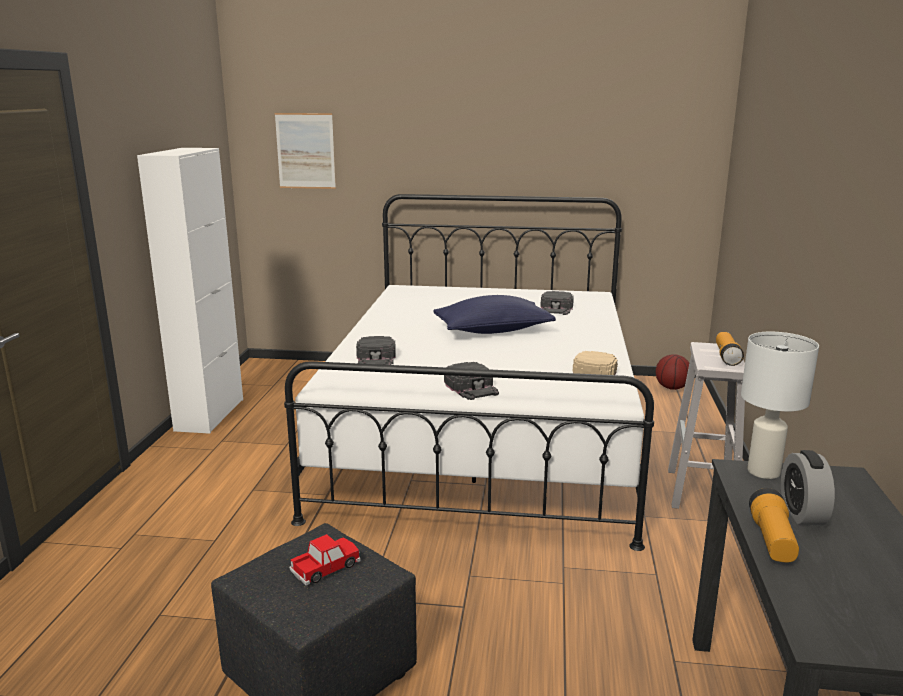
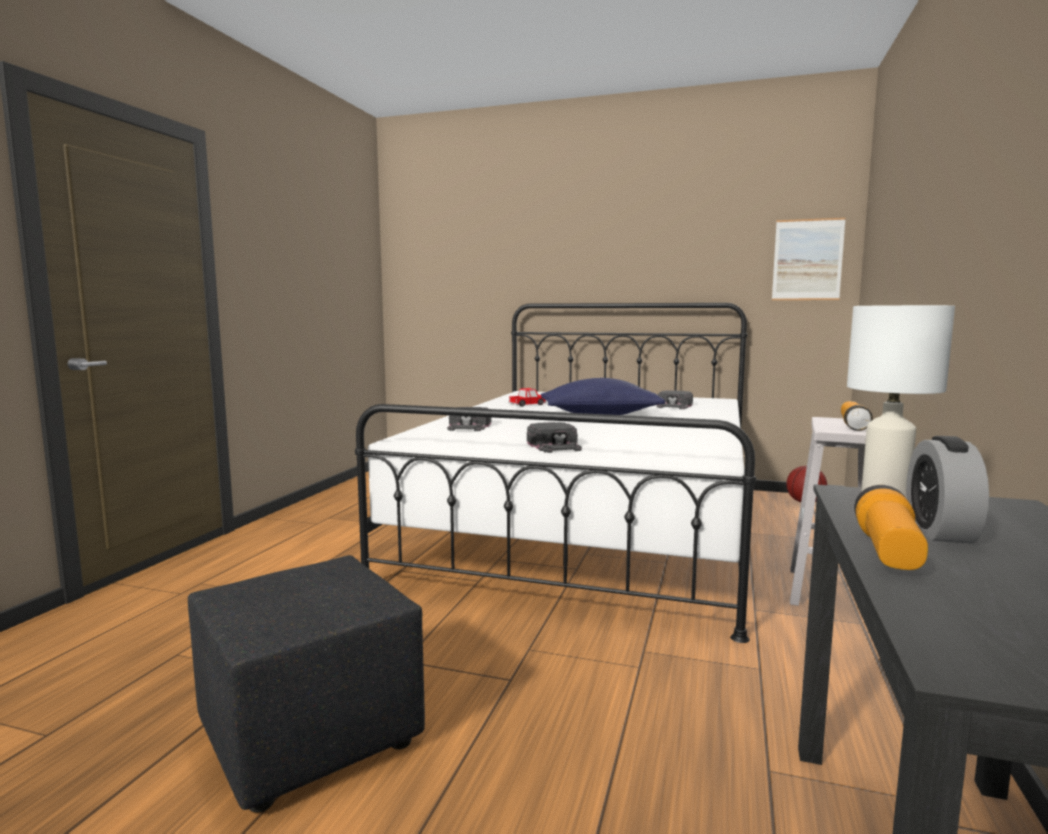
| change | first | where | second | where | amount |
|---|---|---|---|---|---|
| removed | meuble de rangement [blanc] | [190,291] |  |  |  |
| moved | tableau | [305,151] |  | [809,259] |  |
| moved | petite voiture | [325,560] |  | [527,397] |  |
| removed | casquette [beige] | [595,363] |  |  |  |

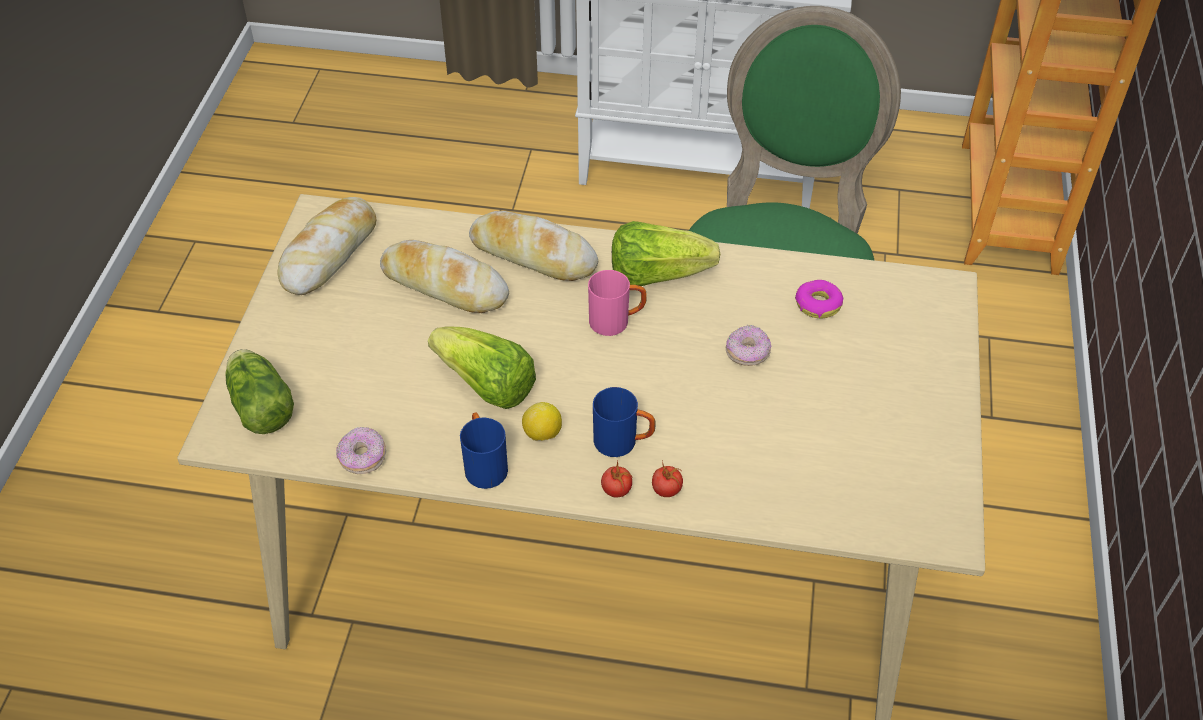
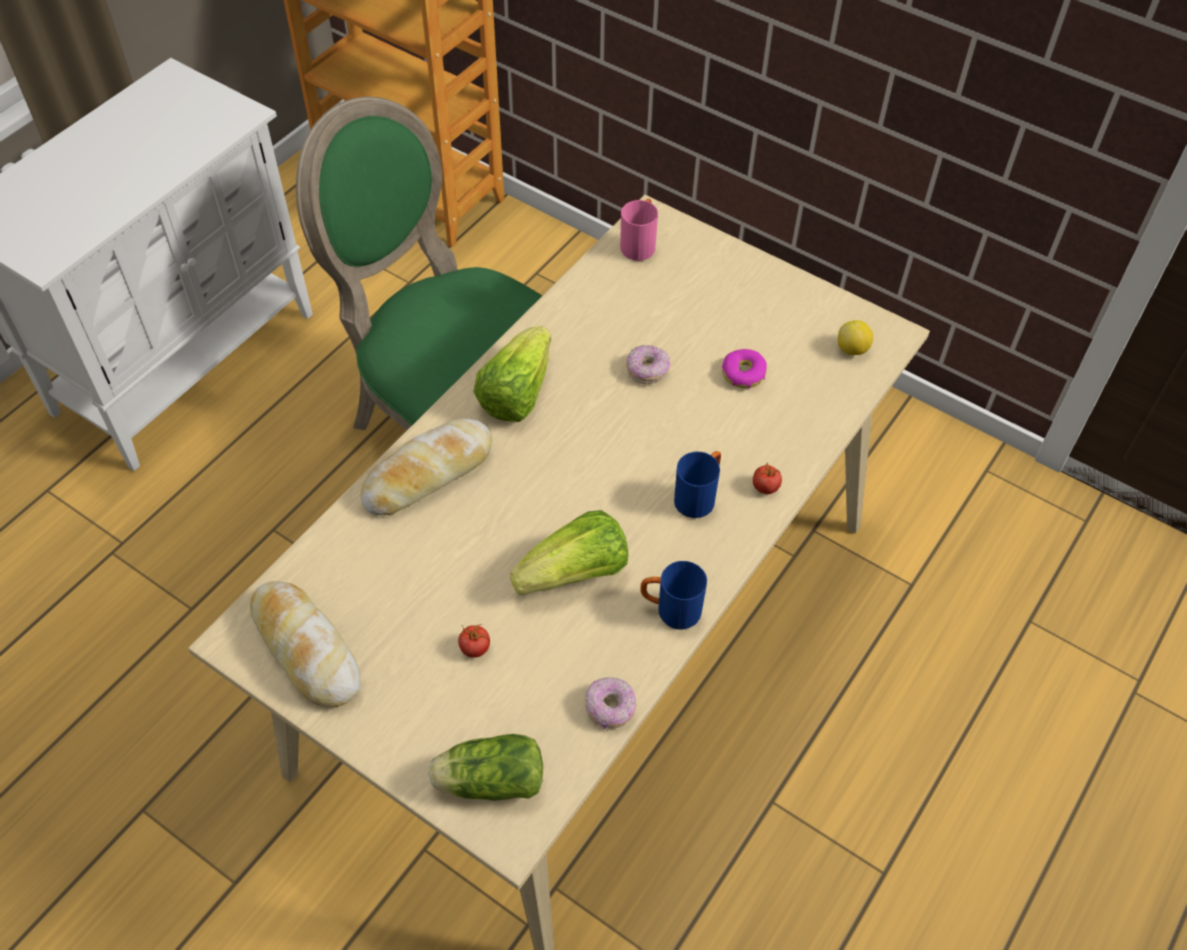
| change | first | where | second | where | amount |
|---|---|---|---|---|---|
| removed | pain | [444,276] |  |  |  |
| moved | citron | [542,421] |  | [855,337] |  |
| moved | mug [rose] | [617,303] |  | [639,230] |  |
| moved | tomate | [616,479] |  | [474,641] |  |
| moved | beignet | [819,299] |  | [744,369] |  |

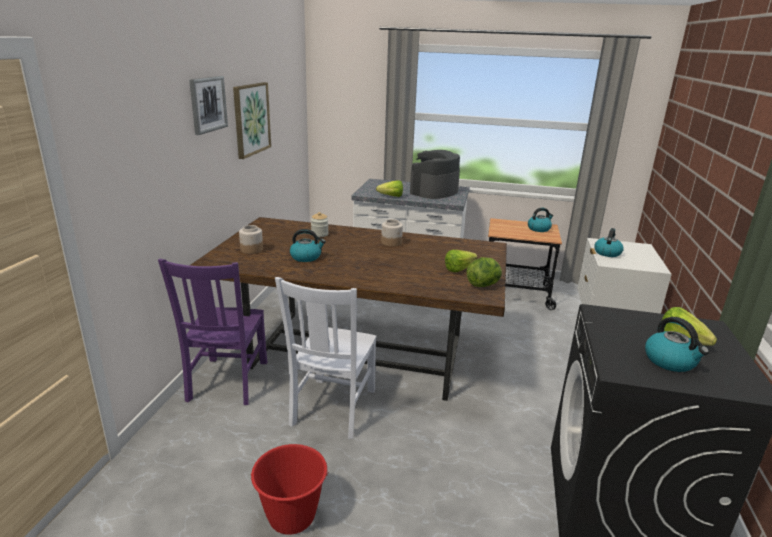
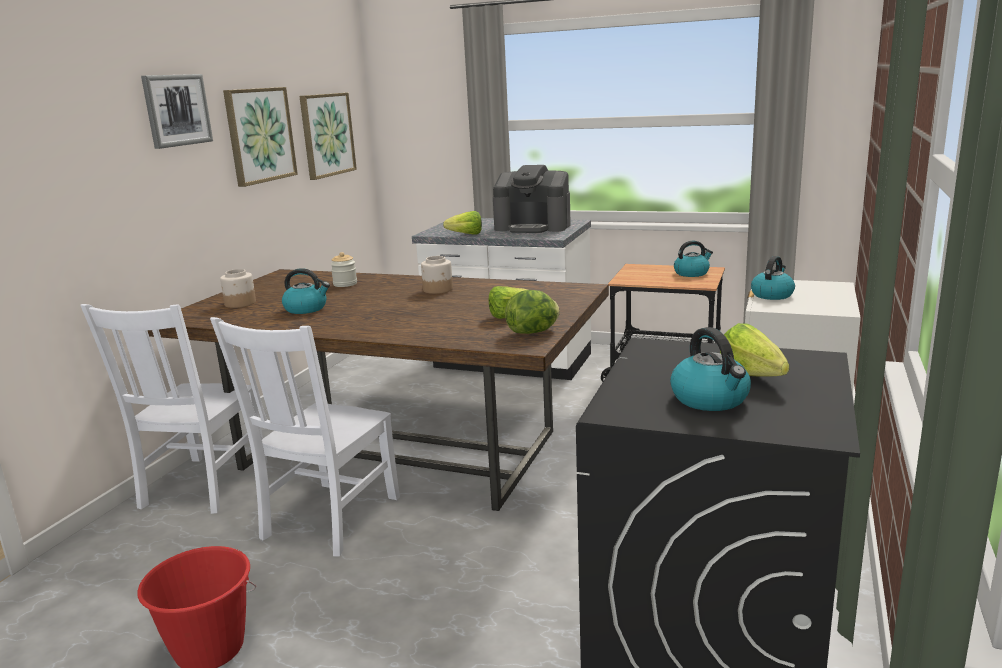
| change | first | where | second | where | amount |
|---|---|---|---|---|---|
| recoloured | chaise [violet] | [212,332] | chaise [blanc] | [173,409] |  |
| turned | machine à café | [435,174] |  | [532,199] | 120 degrees counterclockwise |
| added |  |  | tableau | [328,136] |  |

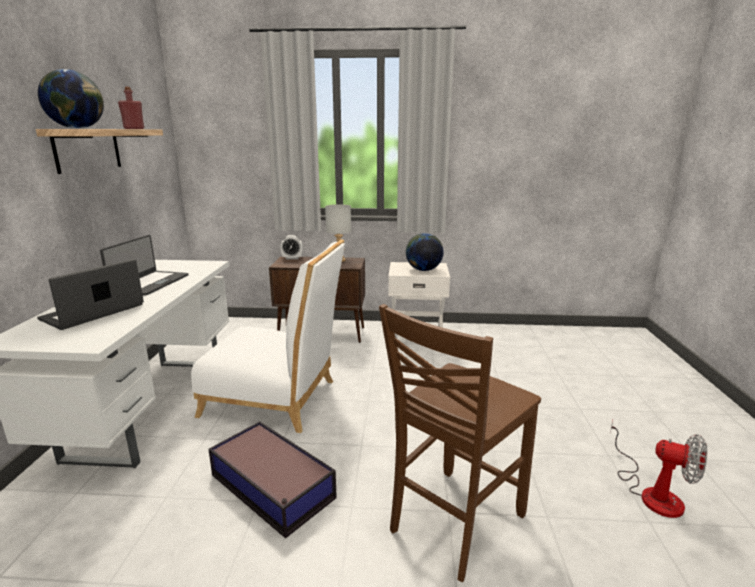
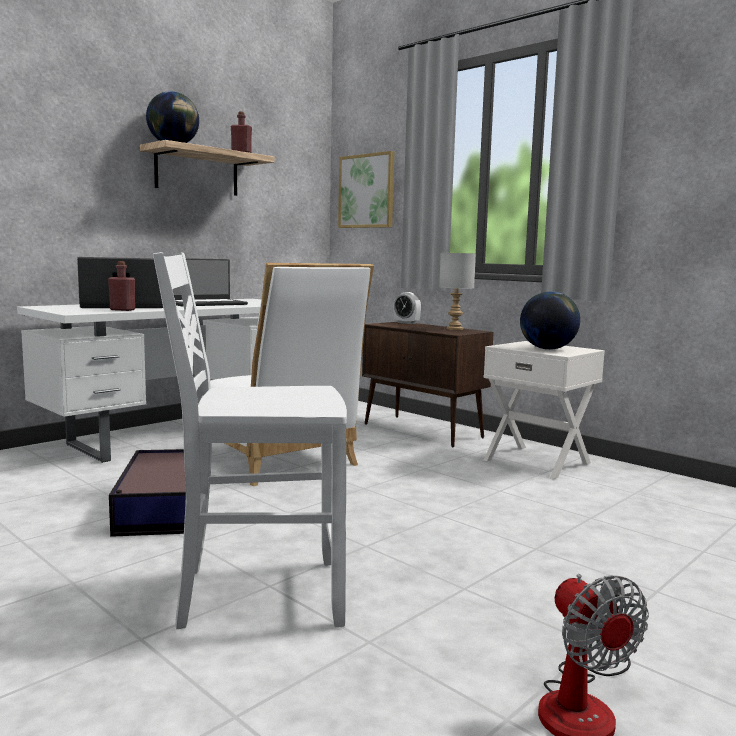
| change | first | where | second | where | amount |
|---|---|---|---|---|---|
| recoloured | chaise [marron] | [460,443] | chaise [blanc] | [250,440] |  |
| added |  |  | bouteille [rouge] | [121,286] |  |
| added |  |  | tableau | [366,189] |  |

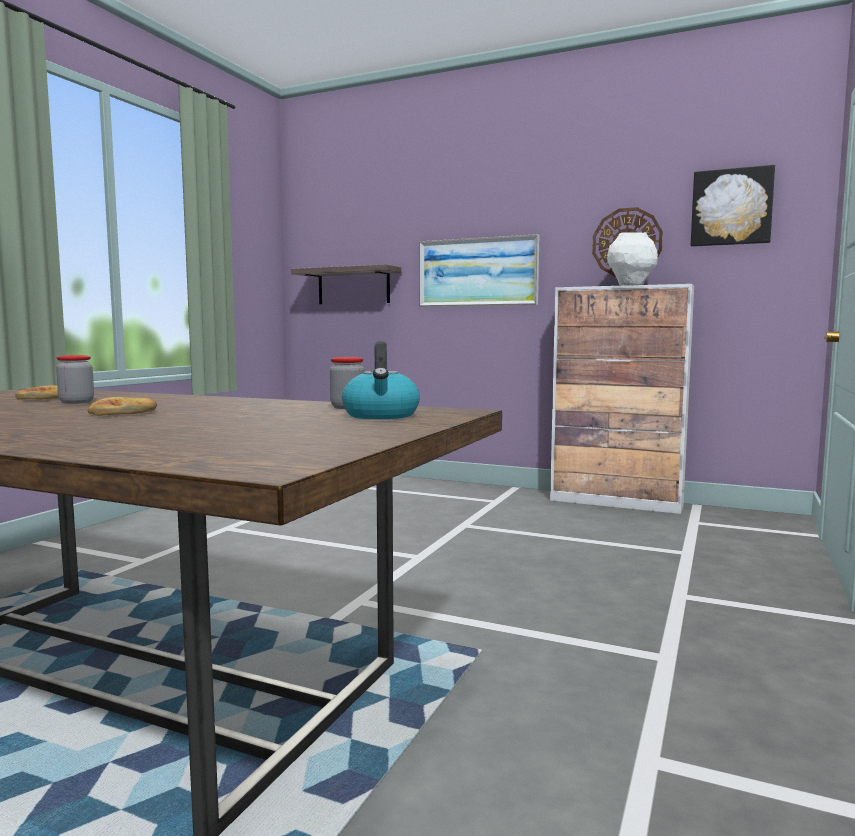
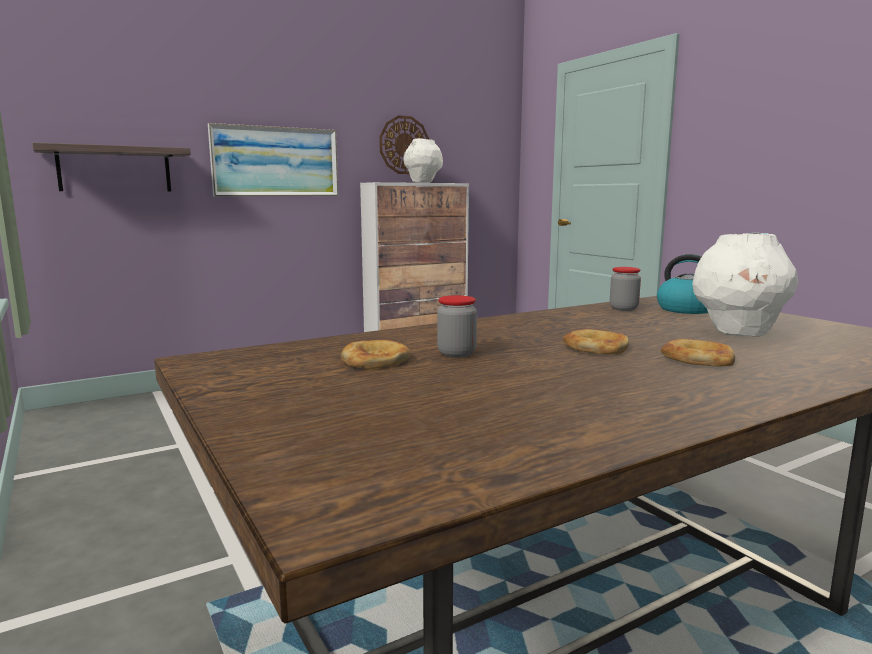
| change | first | where | second | where | amount |
|---|---|---|---|---|---|
| removed | tableau | [733,206] |  |  |  |
| added |  |  | pain | [698,352] |  |
| added |  |  | vase [blanc] | [745,285] |  |

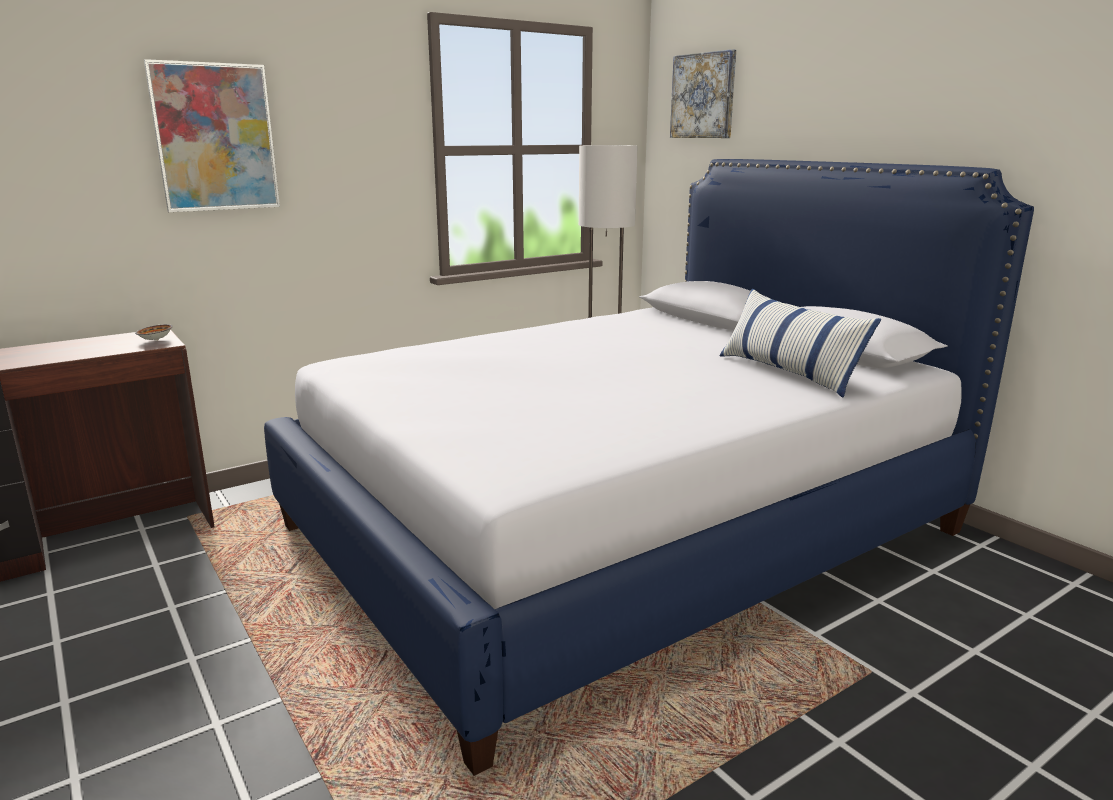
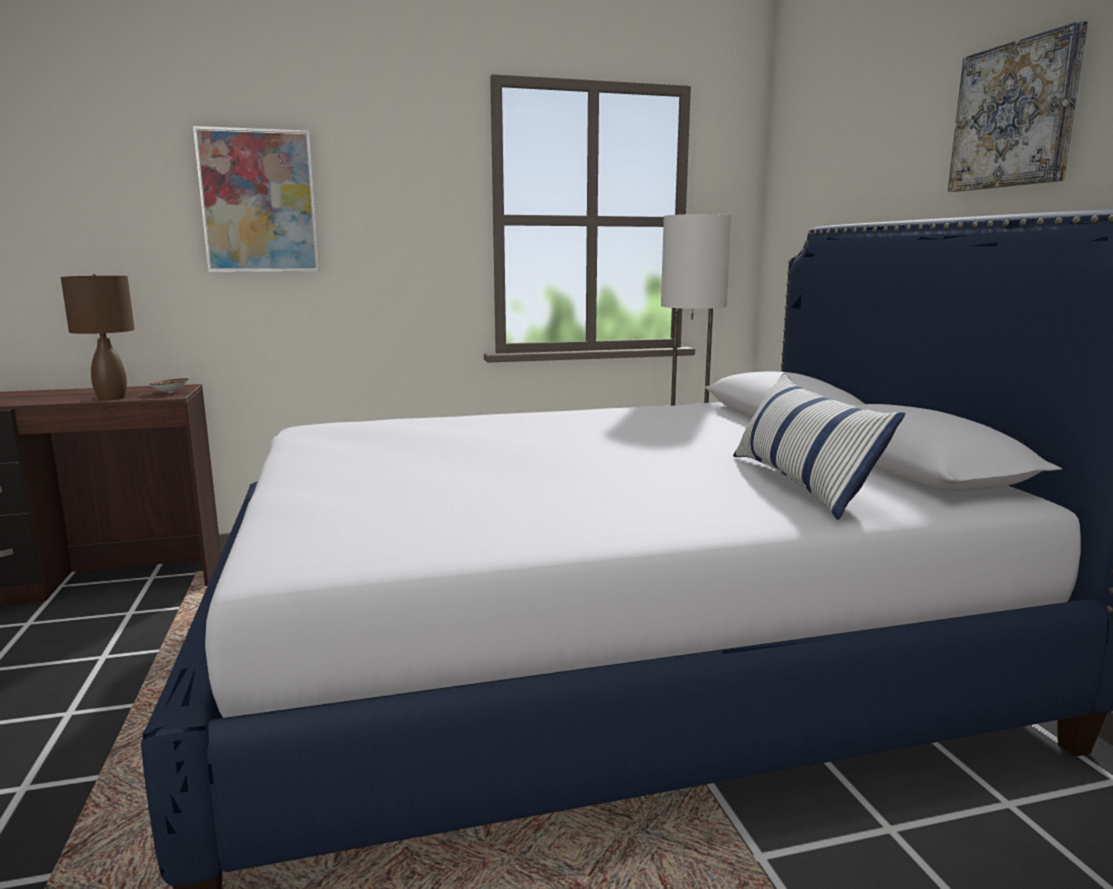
| change | first | where | second | where | amount |
|---|---|---|---|---|---|
| moved | tableau | [703,93] |  | [1018,106] |  |
| added |  |  | lampe de table [marron] | [98,337] |  |

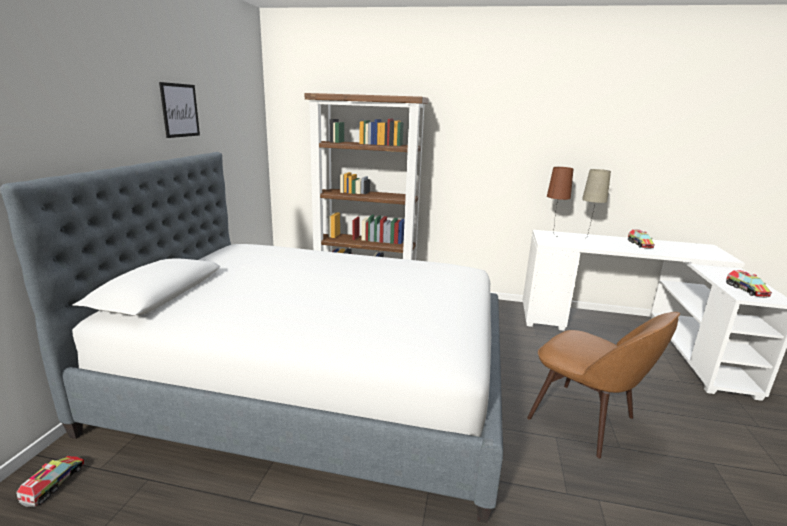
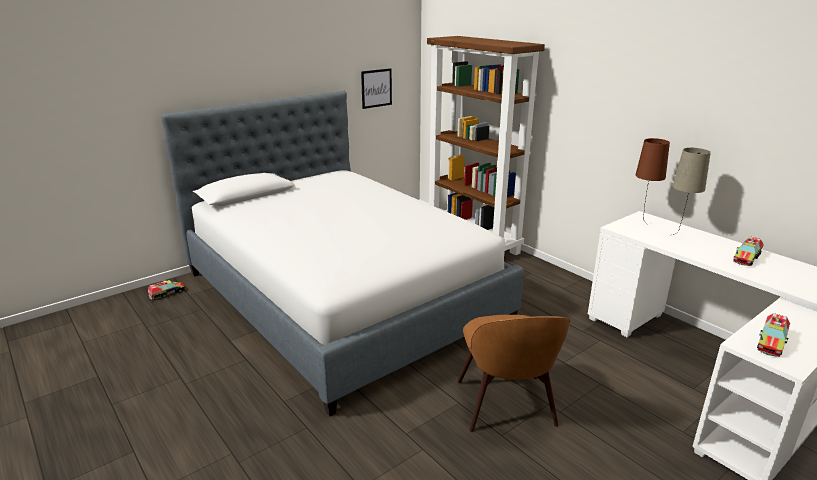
| change | first | where | second | where | amount |
|---|---|---|---|---|---|
| moved | tableau | [179,110] |  | [376,88] |  |

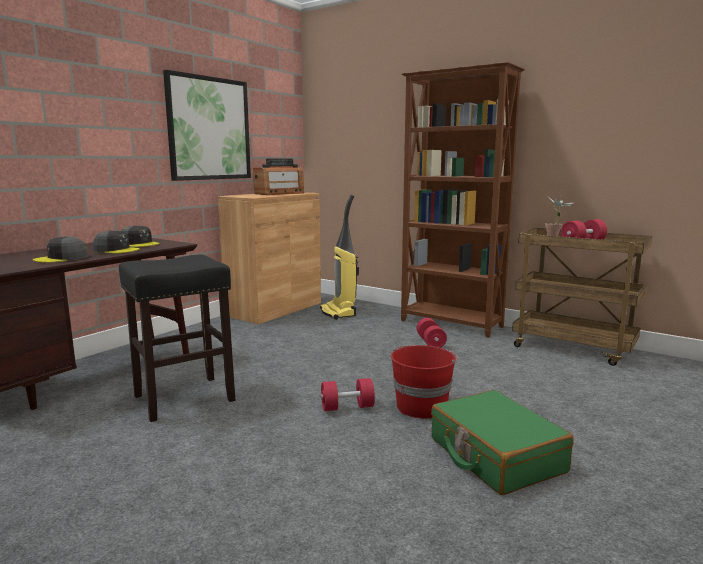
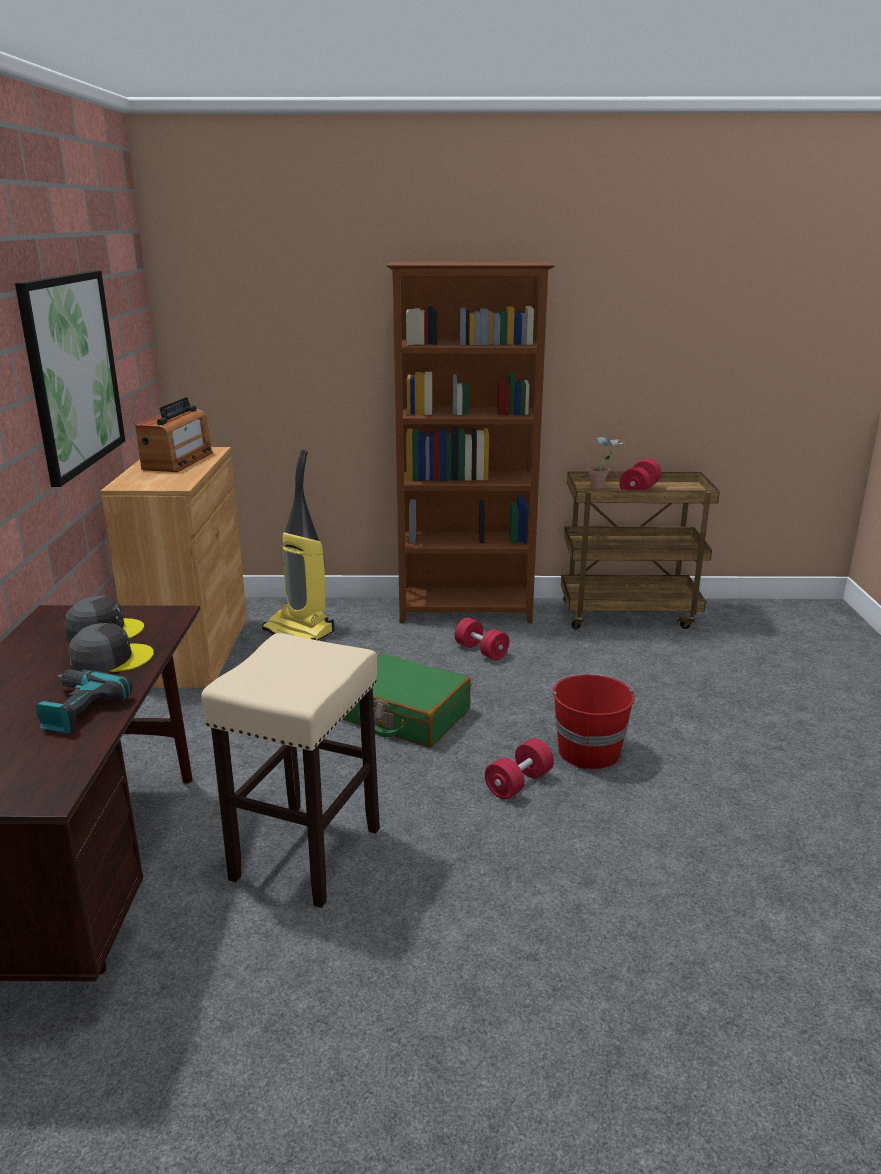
| change | first | where | second | where | amount |
|---|---|---|---|---|---|
| replaced | casquette [gris] | [60,249] | perceuse | [84,701] |  |
| recoloured | tabouret [noir] | [177,338] | tabouret [beige] | [290,770] |  |
| moved | valise [vert] | [502,442] |  | [407,700] |  |

